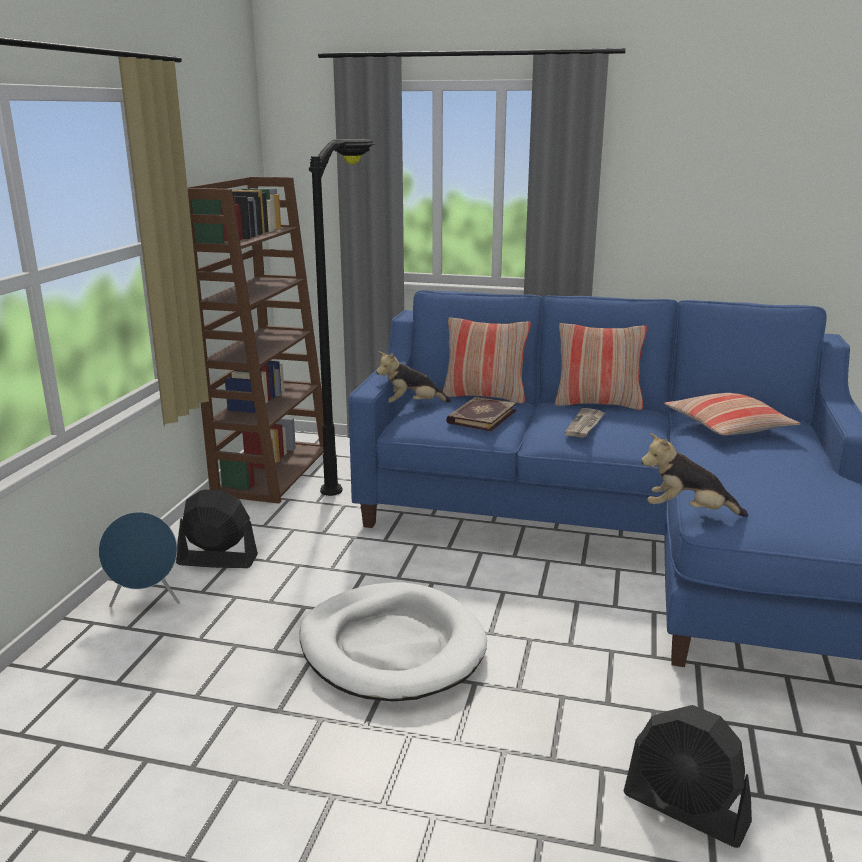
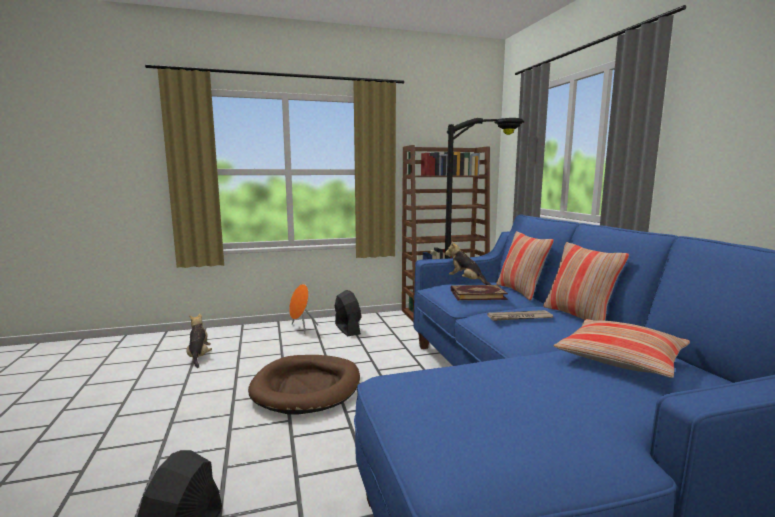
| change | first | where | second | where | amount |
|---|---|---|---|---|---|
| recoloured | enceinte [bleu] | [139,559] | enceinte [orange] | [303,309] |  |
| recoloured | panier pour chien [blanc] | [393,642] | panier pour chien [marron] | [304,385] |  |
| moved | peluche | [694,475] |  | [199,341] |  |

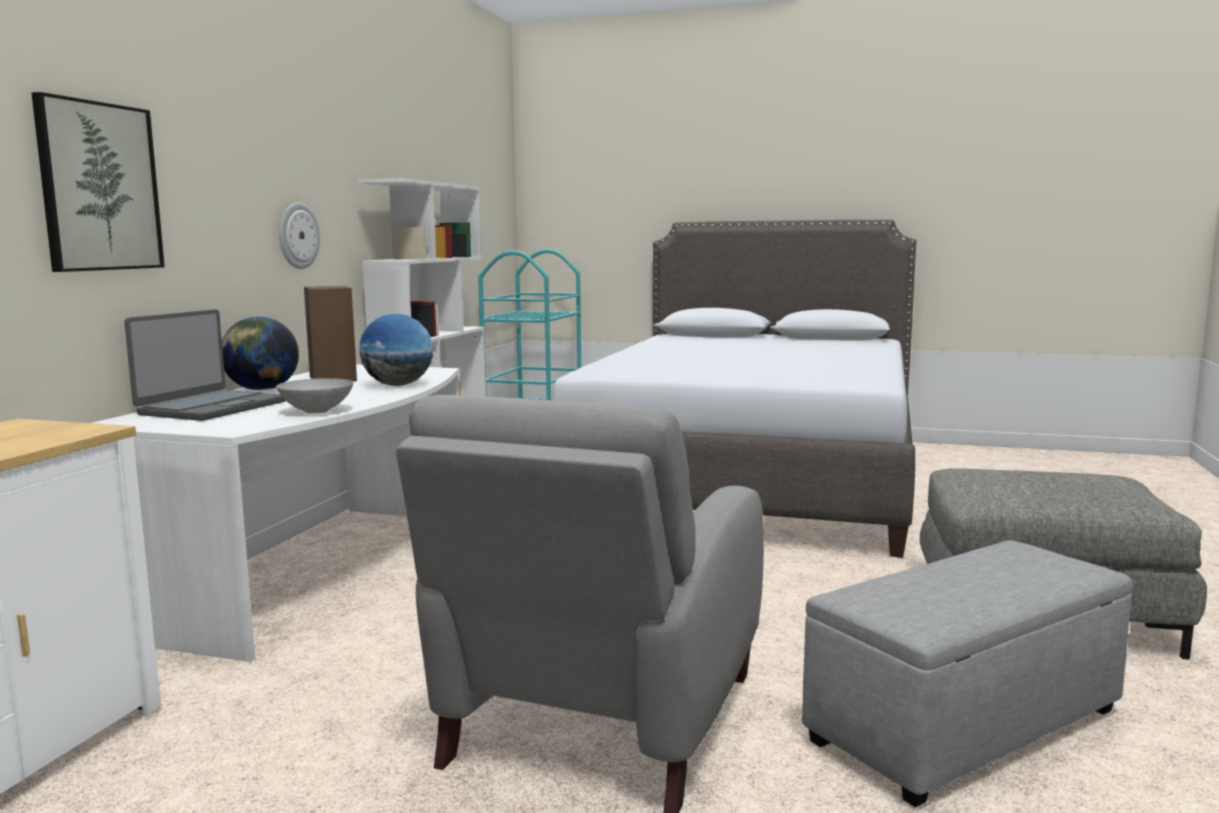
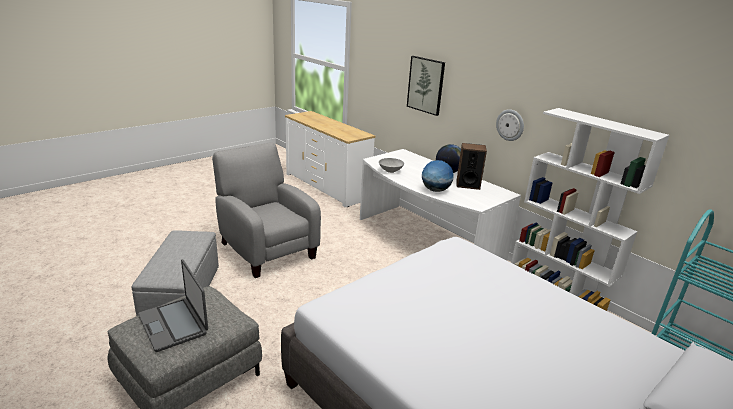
| change | first | where | second | where | amount |
|---|---|---|---|---|---|
| moved | ordinateur portable | [205,365] |  | [173,305] |  |

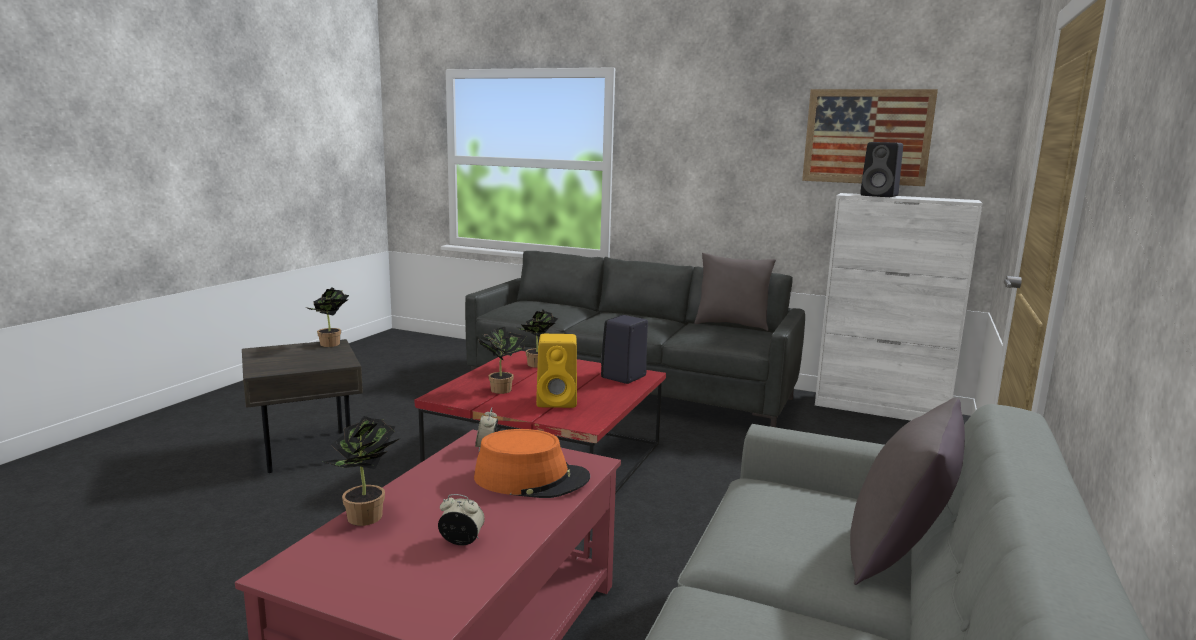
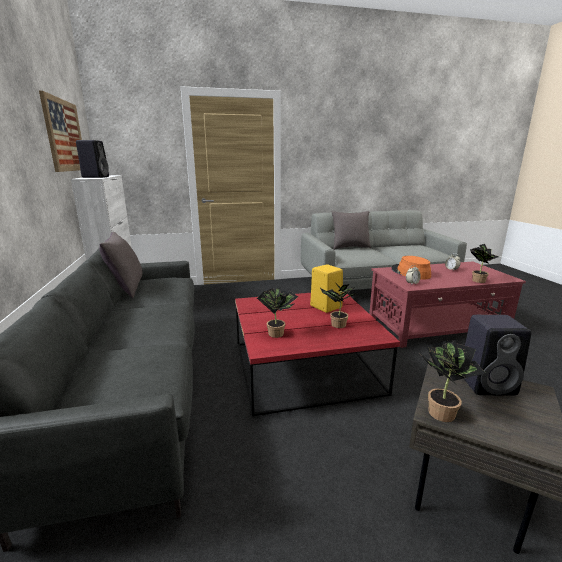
| change | first | where | second | where | amount |
|---|---|---|---|---|---|
| moved | enceinte [noir] | [624,349] |  | [497,355] |  |

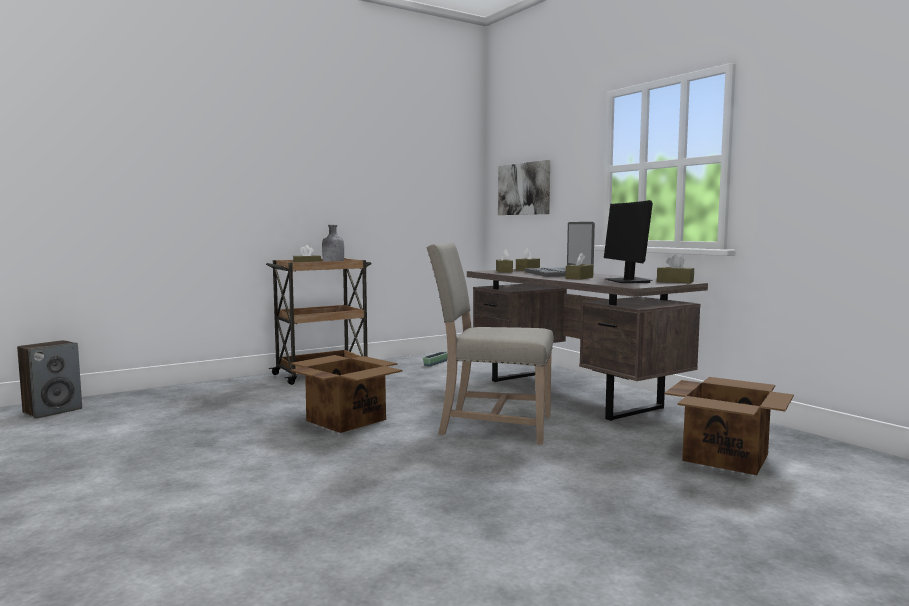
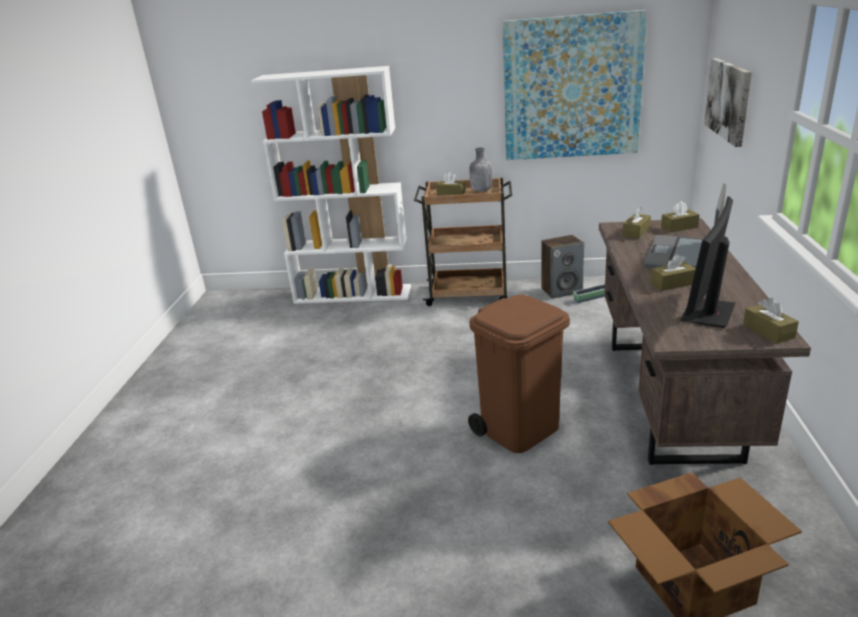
| change | first | where | second | where | amount |
|---|---|---|---|---|---|
| moved | enceinte | [49,379] |  | [562,267] |  |
| removed | carton | [346,394] |  |  |  |
| replaced | chaise [beige] | [490,343] | poubelle [marron] | [519,374] |  |
| added |  |  | bibliothèque [blanc] | [331,185] |  |
| added |  |  | tableau | [575,85] |  |

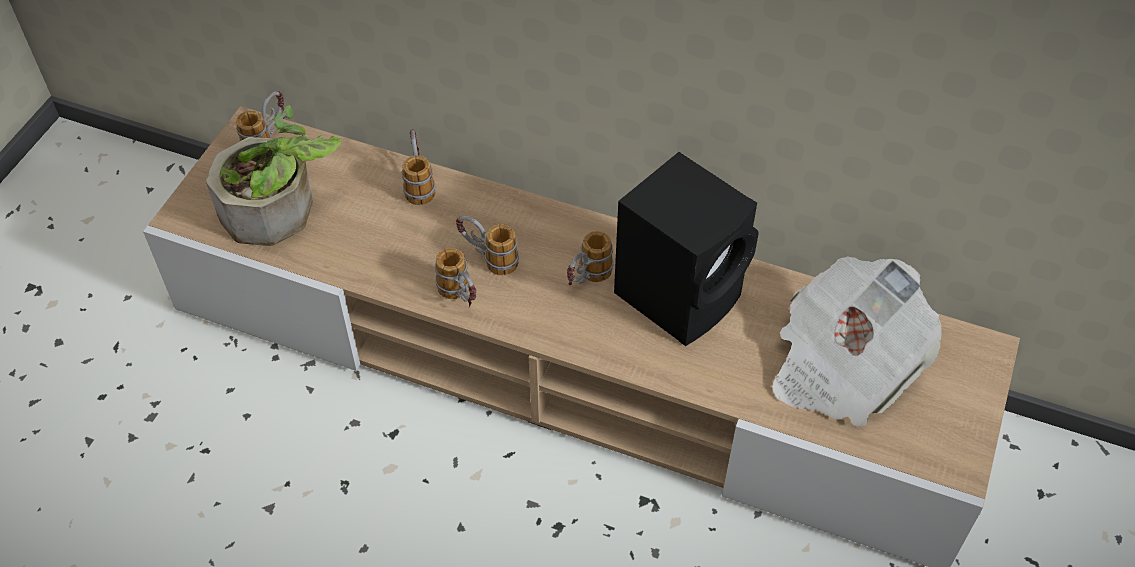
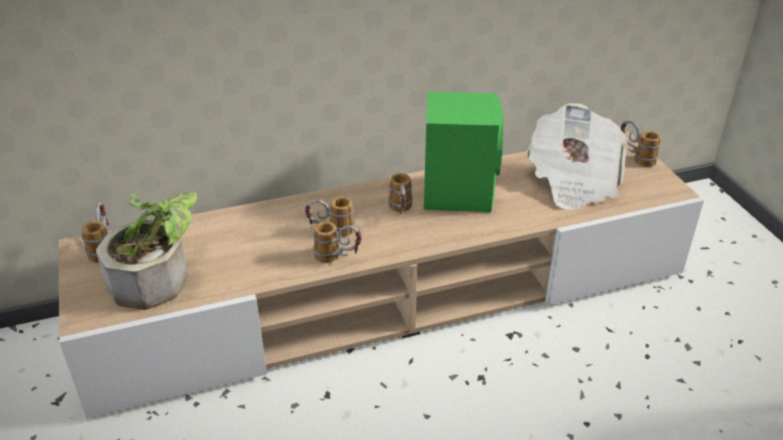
| change | first | where | second | where | amount |
|---|---|---|---|---|---|
| moved | mug | [419,167] |  | [641,143] |  |
| recoloured | enceinte [noir] | [686,249] | enceinte [vert] | [463,152] |  |

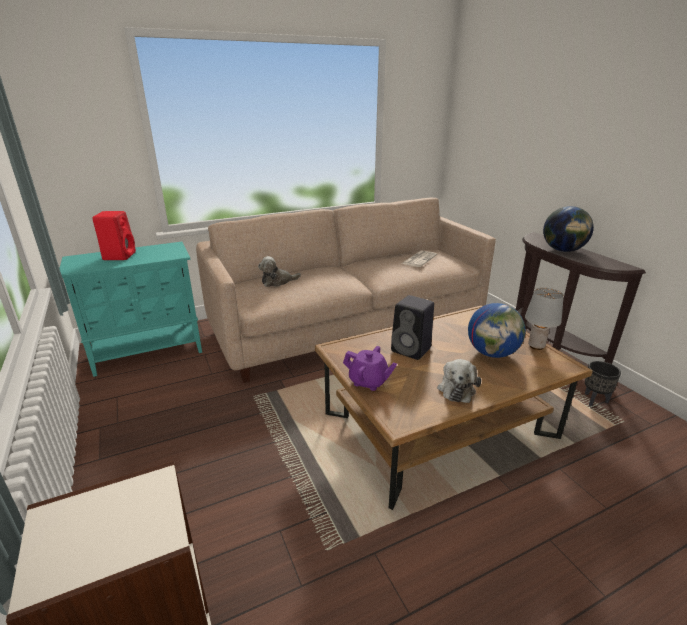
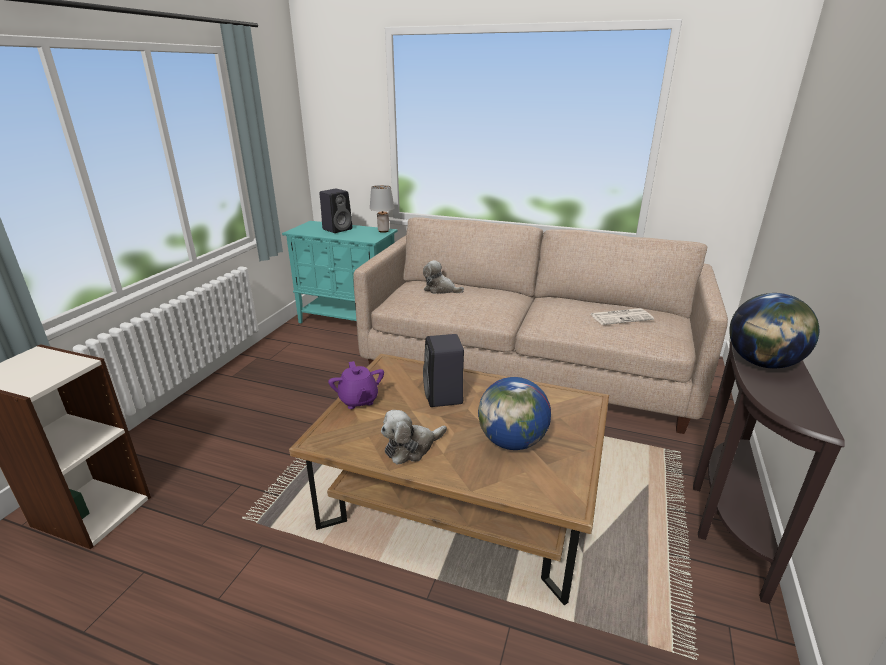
| change | first | where | second | where | amount |
|---|---|---|---|---|---|
| recoloured | enceinte [rouge] | [114,235] | enceinte [noir] | [335,211] |  |
| moved | lampe de table [gris] | [544,319] |  | [382,209] |  |
| removed | cache-pot [noir] | [603,383] |  |  |  |

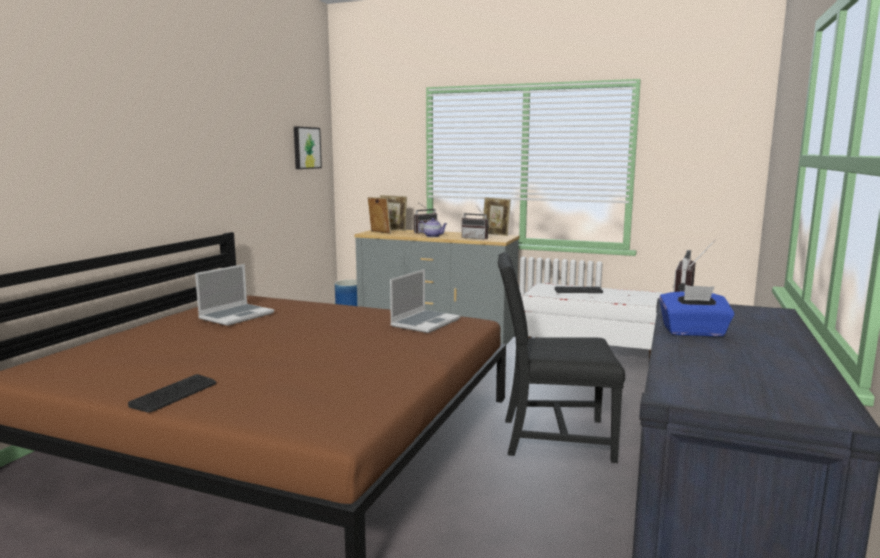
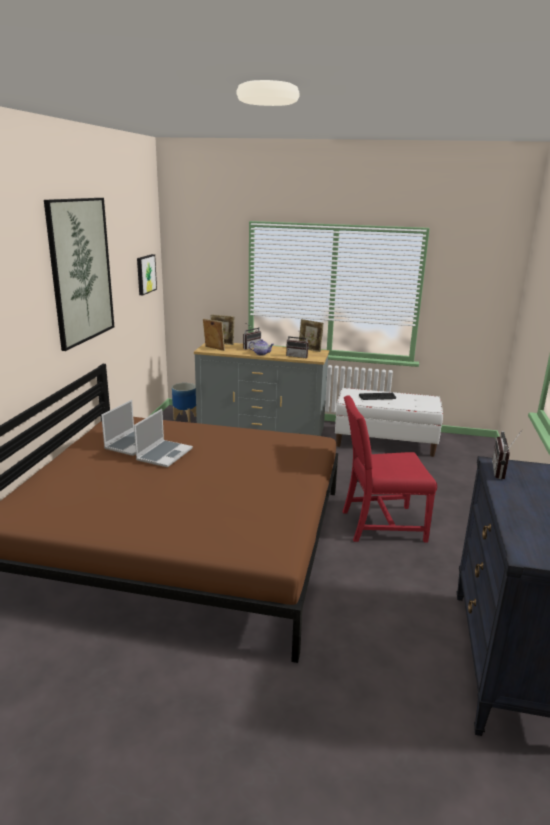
| change | first | where | second | where | amount |
|---|---|---|---|---|---|
| removed | clavier | [172,393] |  |  |  |
| moved | ordinateur portable | [425,301] |  | [163,438] |  |
| recoloured | chaise [noir] | [561,357] | chaise [rouge] | [390,469] |  |
| removed | boîte à mouchoirs [bleu] | [697,311] |  |  |  |
| added |  |  | tableau | [79,274] |  |

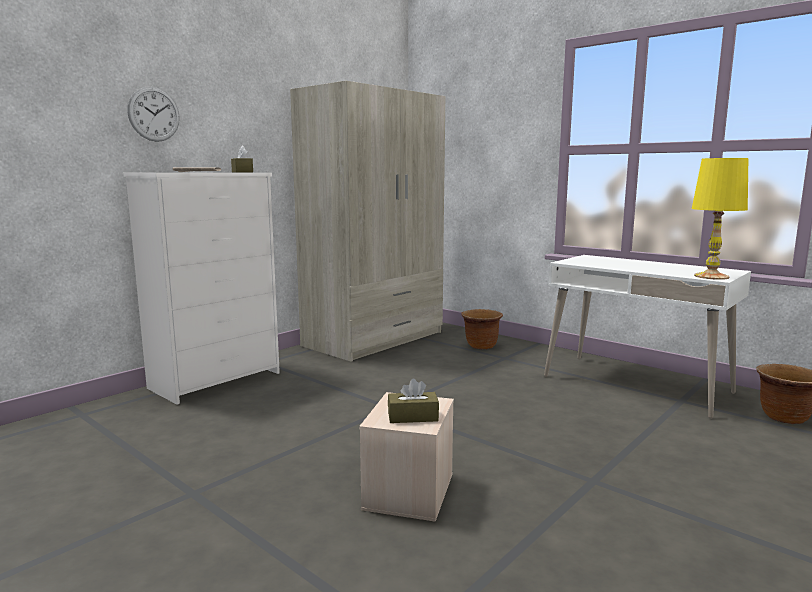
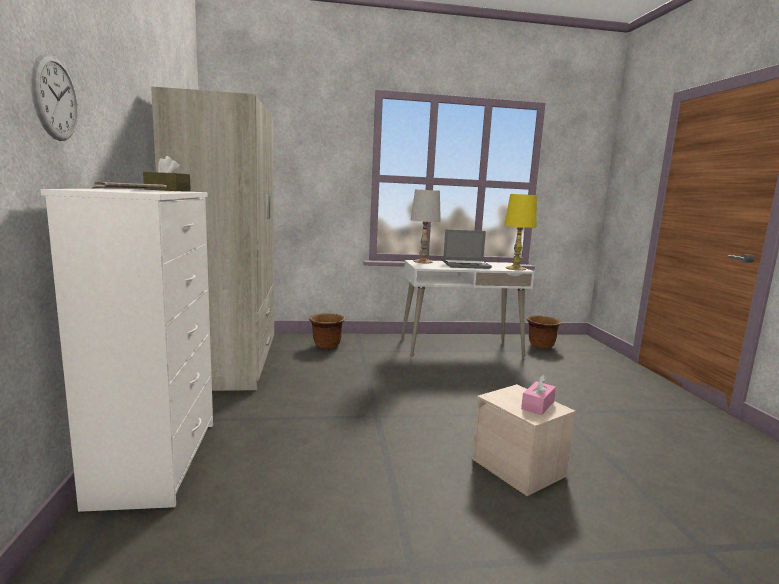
| change | first | where | second | where | amount |
|---|---|---|---|---|---|
| recoloured | boîte à mouchoirs [marron] | [413,400] | boîte à mouchoirs [rose] | [538,394] |  |
| added |  |  | lampe de table [blanc] | [426,226] |  |
| added |  |  | ordinateur portable | [467,249] |  |

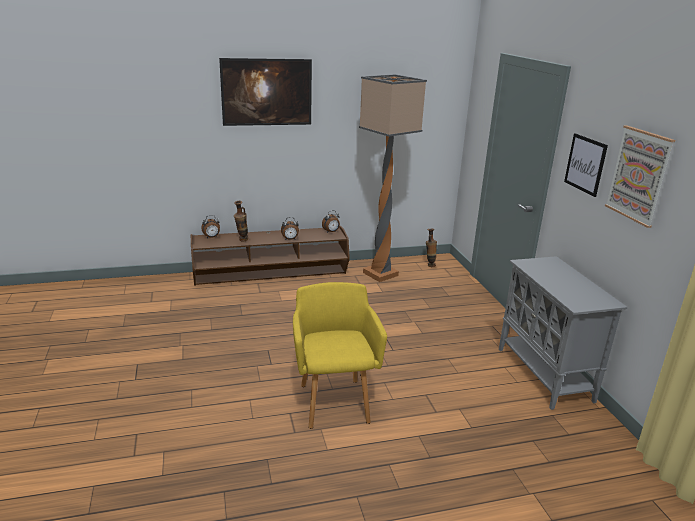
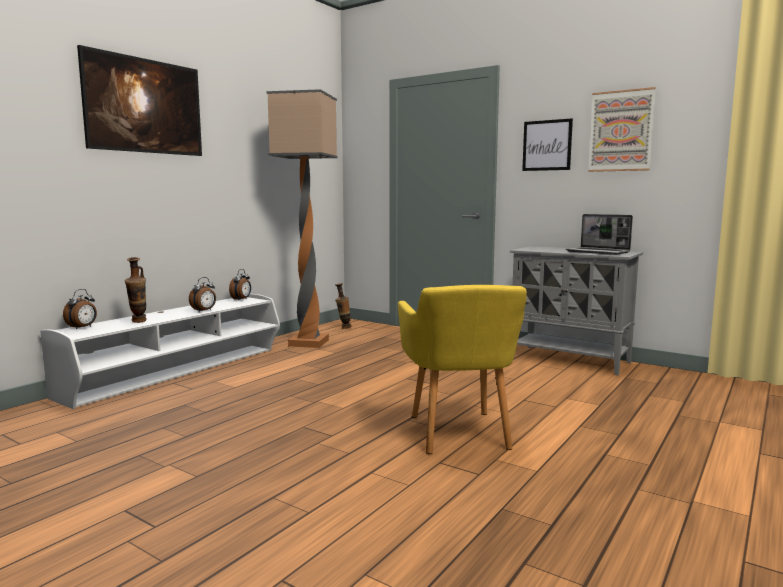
| change | first | where | second | where | amount |
|---|---|---|---|---|---|
| recoloured | meuble télé [marron] | [270,256] | meuble télé [blanc] | [160,351] |  |
| turned | fauteuil [jaune] | [340,355] |  | [462,369] | 135 degrees counterclockwise |
| added |  |  | ordinateur portable | [599,234] |  |

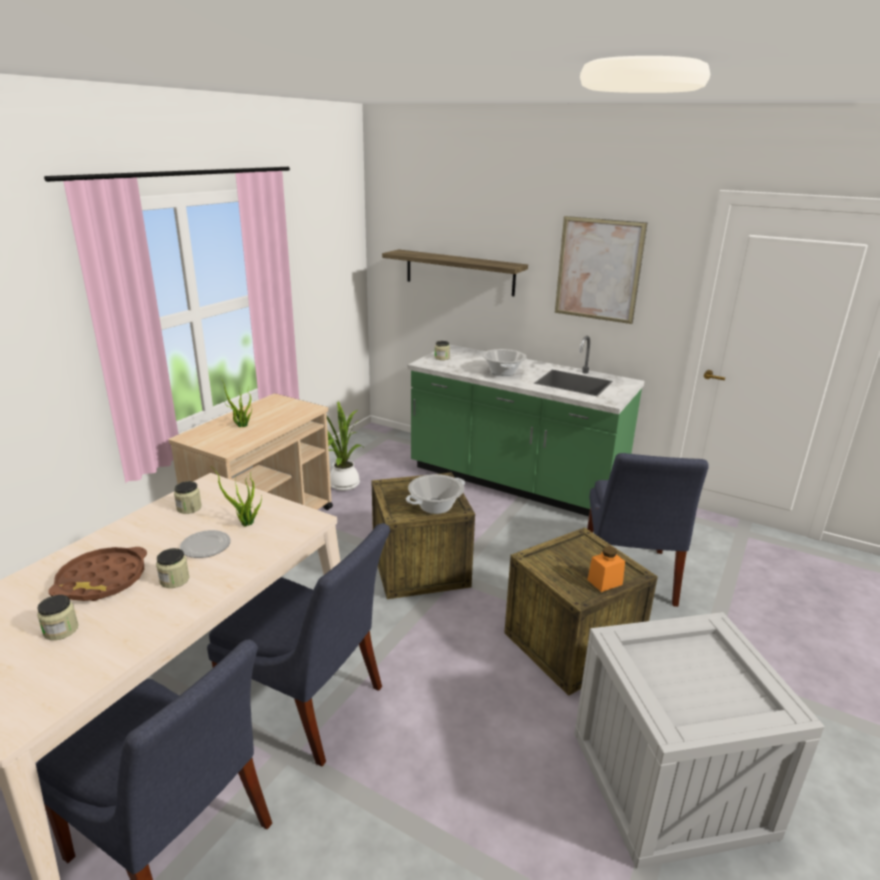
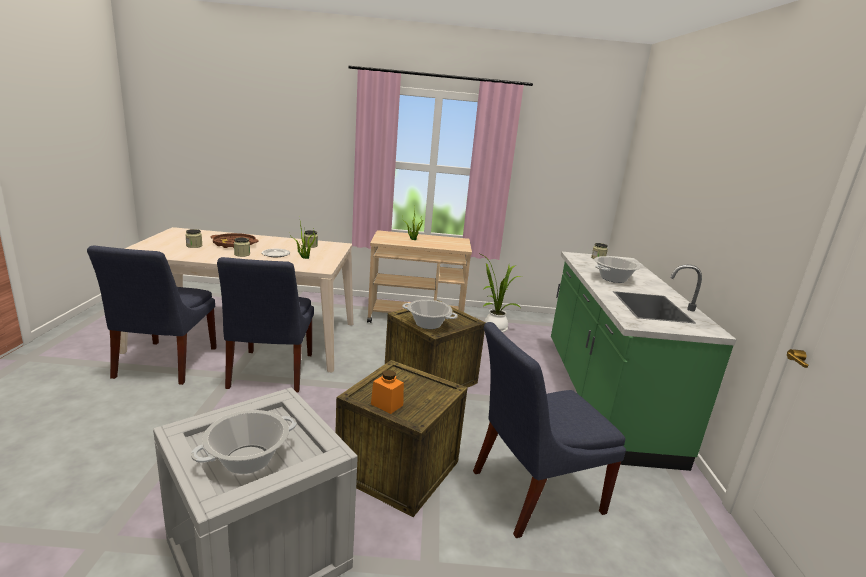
| change | first | where | second | where | amount |
|---|---|---|---|---|---|
| removed | étagère | [455,272] |  |  |  |
| removed | tableau | [601,270] |  |  |  |
| added |  |  | marmite | [244,442] |  |

